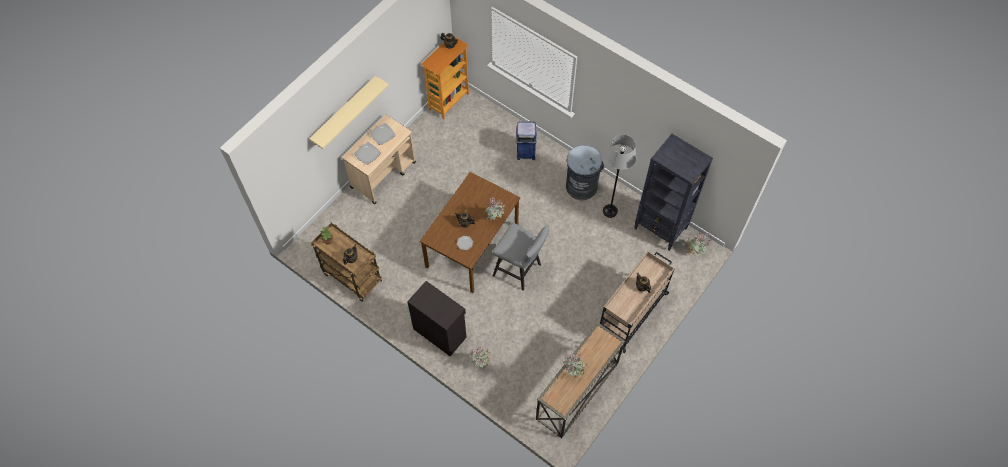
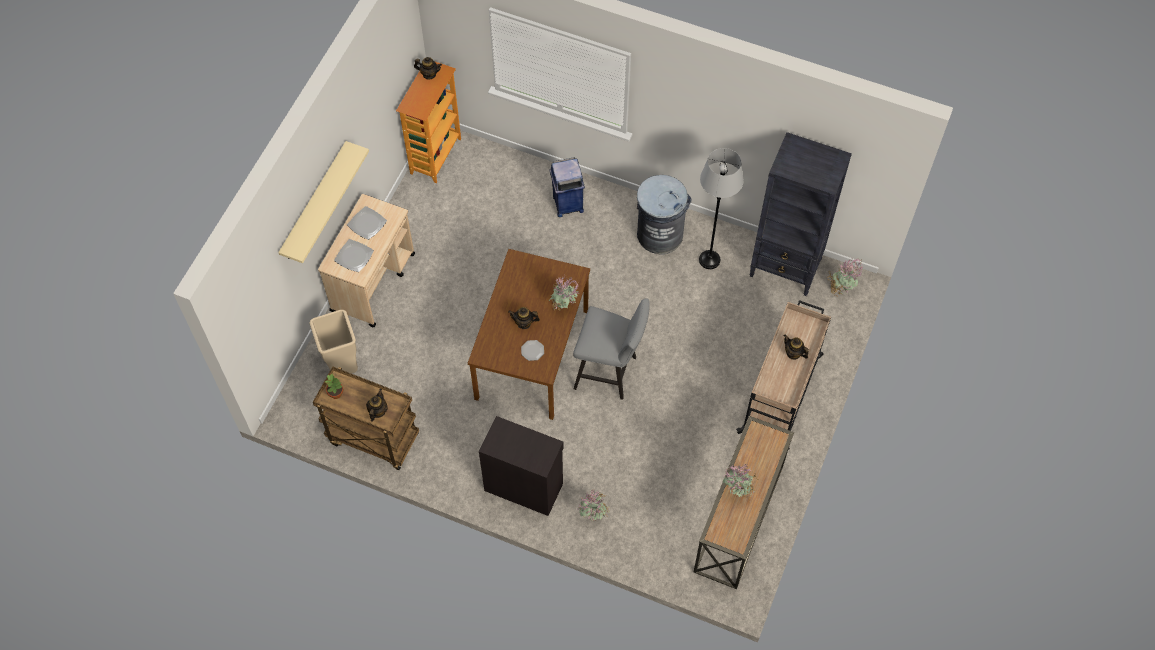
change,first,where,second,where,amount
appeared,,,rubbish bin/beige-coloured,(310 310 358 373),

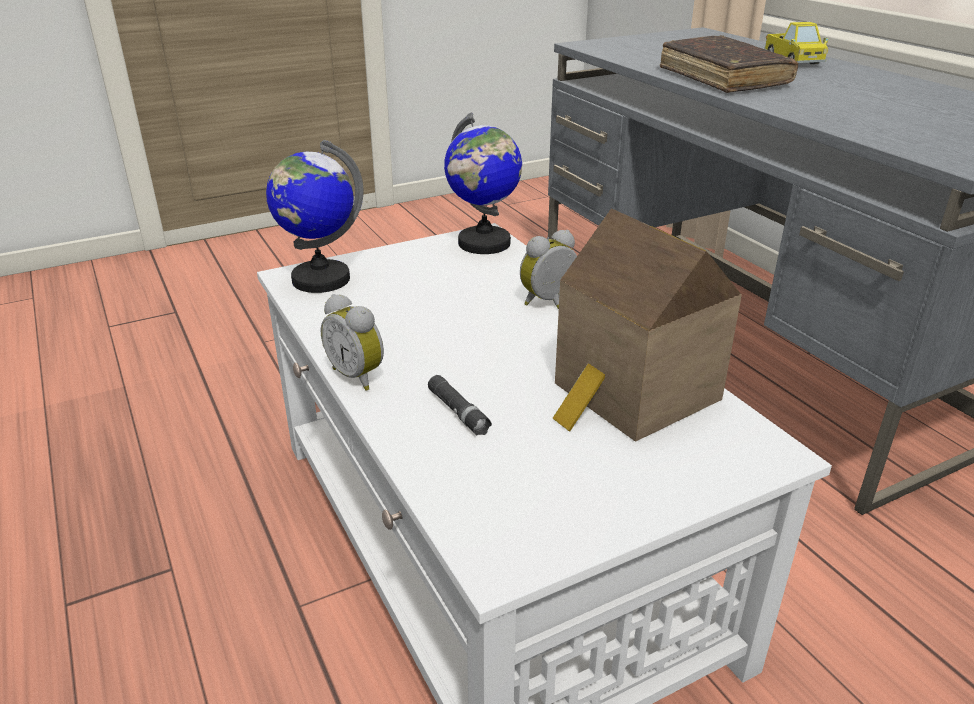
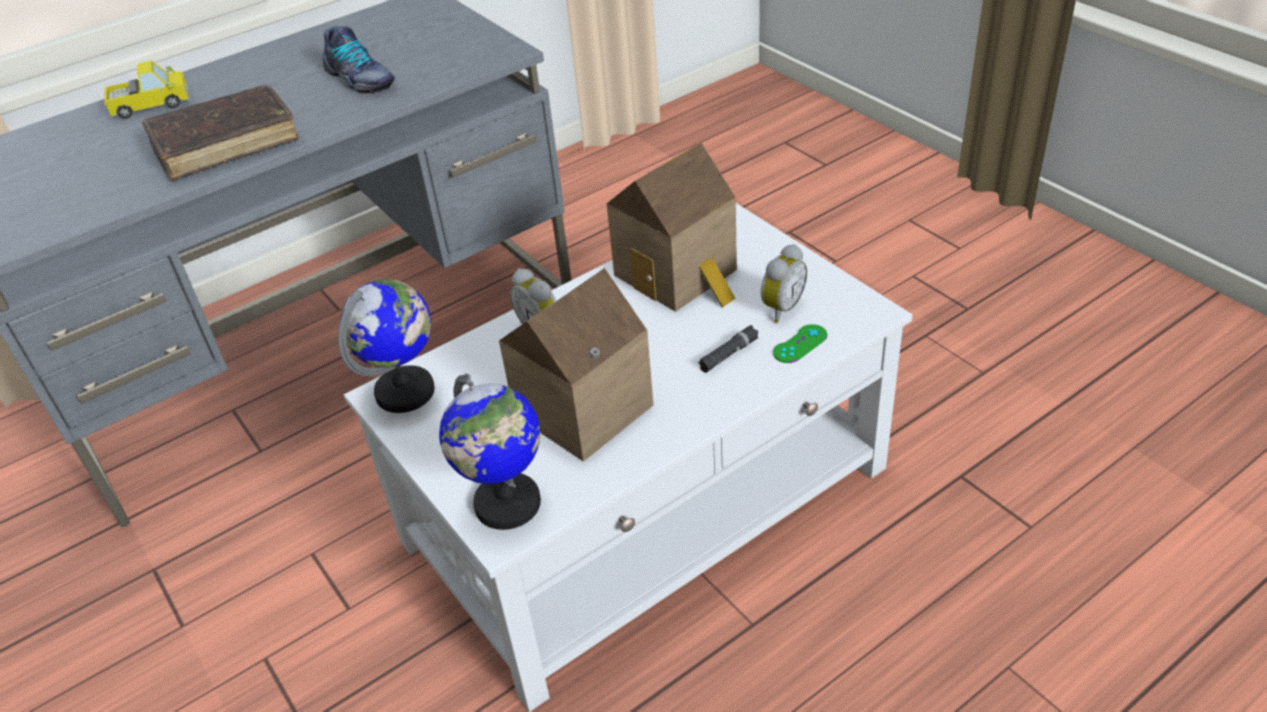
change,first,where,second,where,amount
relocated,table clock,(320 294 384 391),,(761 244 807 323),
appeared,,,item of footwear,(322 25 395 93),
appeared,,,model house,(499 268 654 462),
appeared,,,game controller/green-coloured,(773 324 827 363),

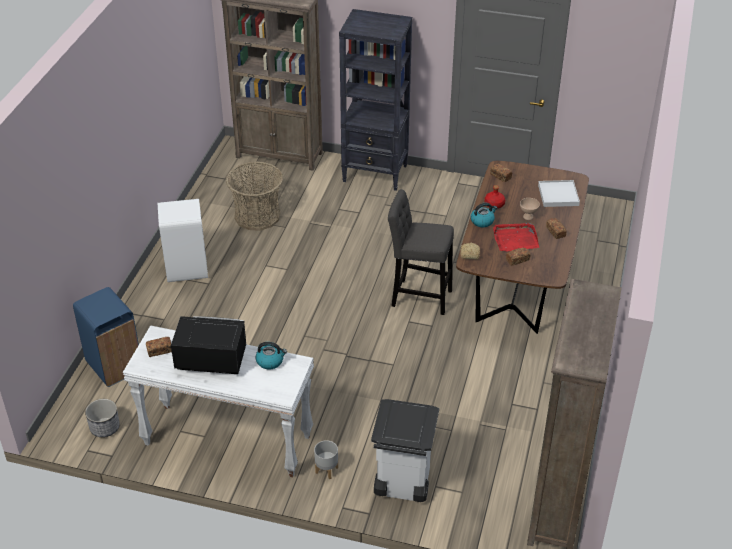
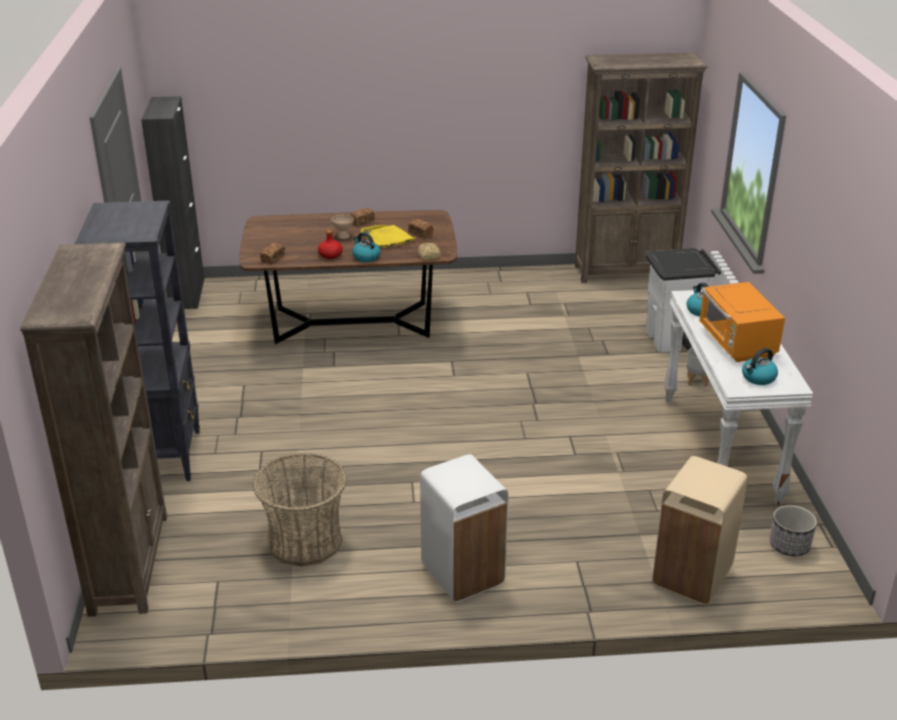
change,first,where,second,where,amount
missing,serving tray/white,(538 180 580 207),,,
missing,stool/grey,(388 189 454 315),,,
colour,serving tray/reddish,(493 223 539 252),serving tray/yellow,(360 224 416 248),
colour,rubbish bin/blue,(73 287 139 387),rubbish bin/beige-coloured,(652 456 748 605),
colour,microwave/black-coloured,(171 316 246 374),microwave/orangey,(699 282 785 362),
exchanged,bread,(146 337 172 357),kettle,(742 348 778 385),
appeared,,,storage cabinet/black-coloured,(141 96 204 309),

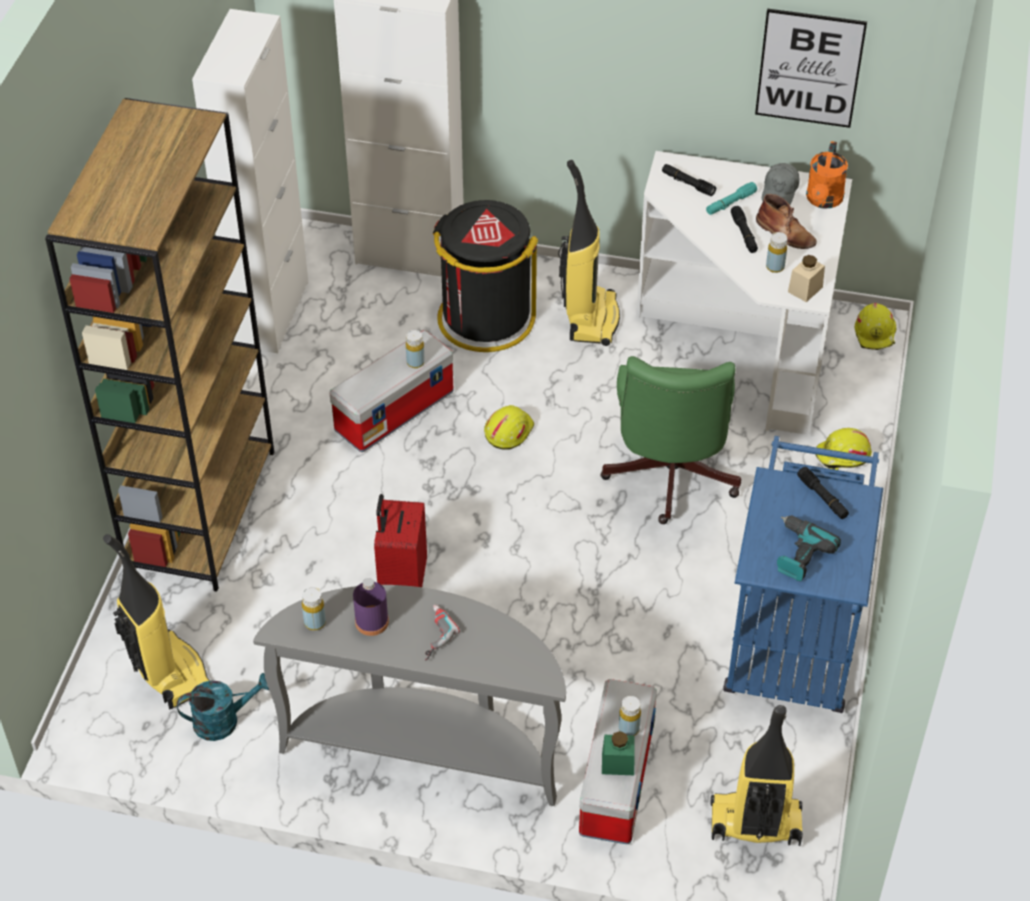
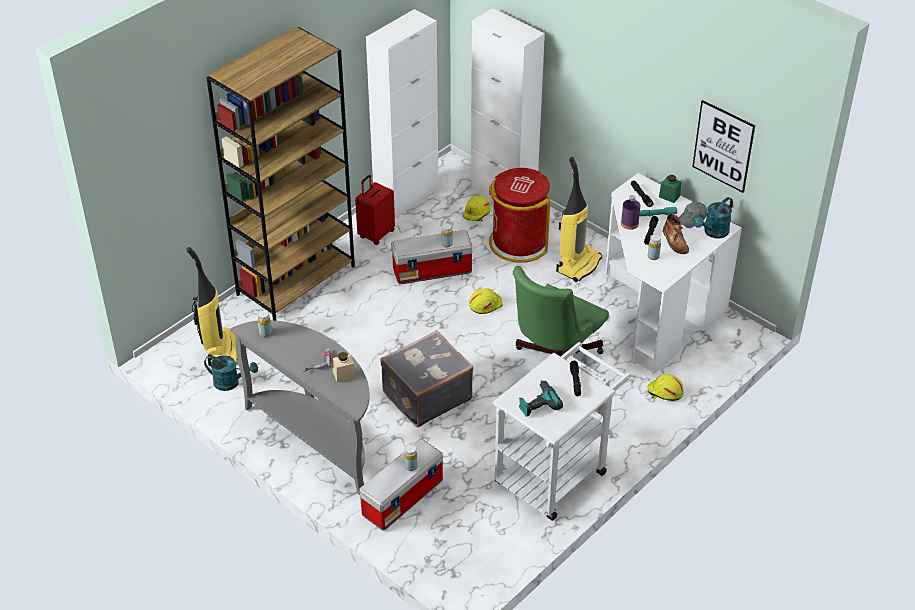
change,first,where,second,where,amount
colour,watering pot/orangey,(806 141 848 209),watering pot/turquoise,(694 197 733 238),
colour,rubbish bin/black-coloured,(433 200 538 352),rubbish bin/reddish,(489 168 550 263),
relocated,jar/beige-coloured,(788 255 825 302),,(333 352 356 383),
relocated,safety helmet/yellow,(855 303 896 350),,(462 195 491 221),
colour,cart/blue,(723 436 883 713),cart/white,(492 342 631 521),
relocated,suitcase/reddish,(374 494 427 587),,(355 175 395 245),
relocated,beverage bottle/purple,(353 578 389 636),,(621 195 640 230),
missing,vacuum cleaner,(711 705 803 846),,,
relocated,jar/green-coloured,(602 731 635 775),,(659 175 681 203),
appeared,,,suitcase/grey,(380 330 474 427),

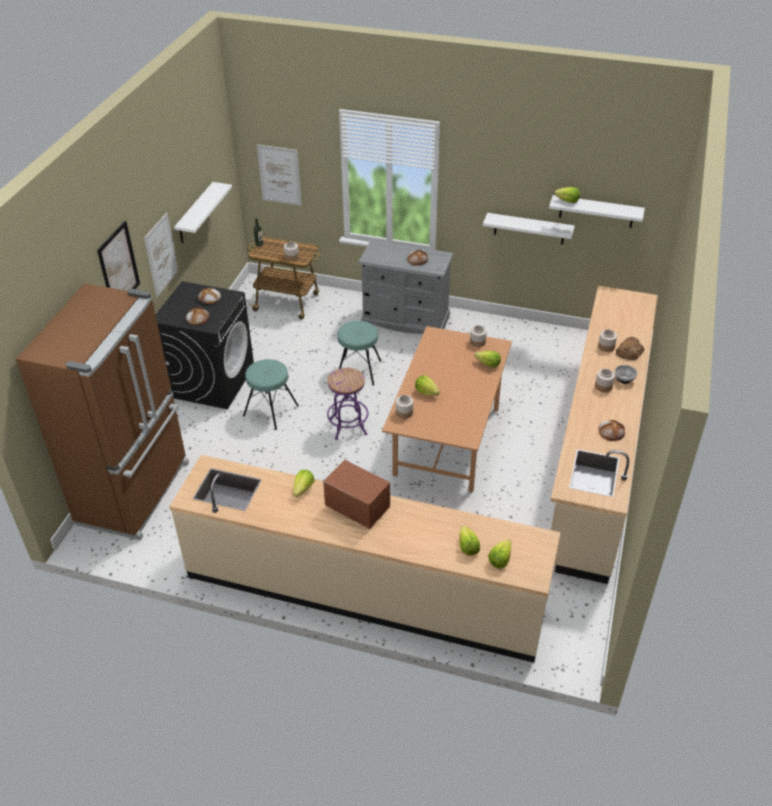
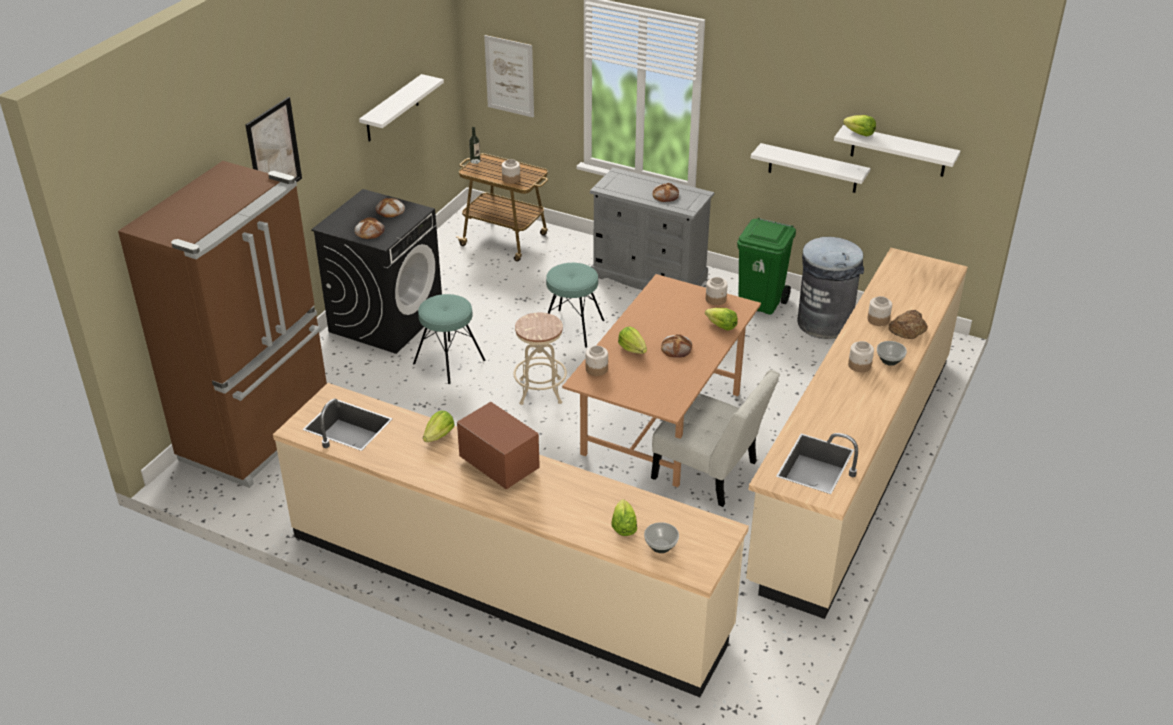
change,first,where,second,where,amount
missing,wall picture,(144 213 178 297),,,
colour,stool/purple,(327 368 368 440),stool/beige-coloured,(514 313 567 405),
relocated,bread,(598 420 625 441),,(661 334 692 358),
exchanged,head of lettuce,(488 539 511 569),serving bowl,(644 522 679 553),
appeared,,,rubbish bin/green-coloured,(737 218 796 315),
appeared,,,rubbish bin/grey,(797 237 864 339),
appeared,,,plain chair/white,(651 370 780 507),

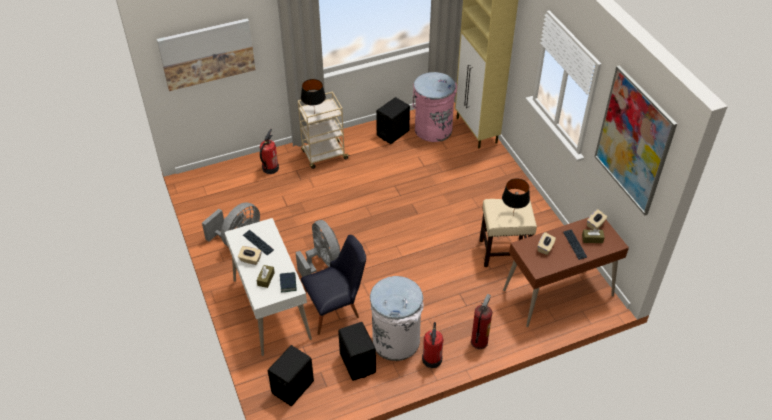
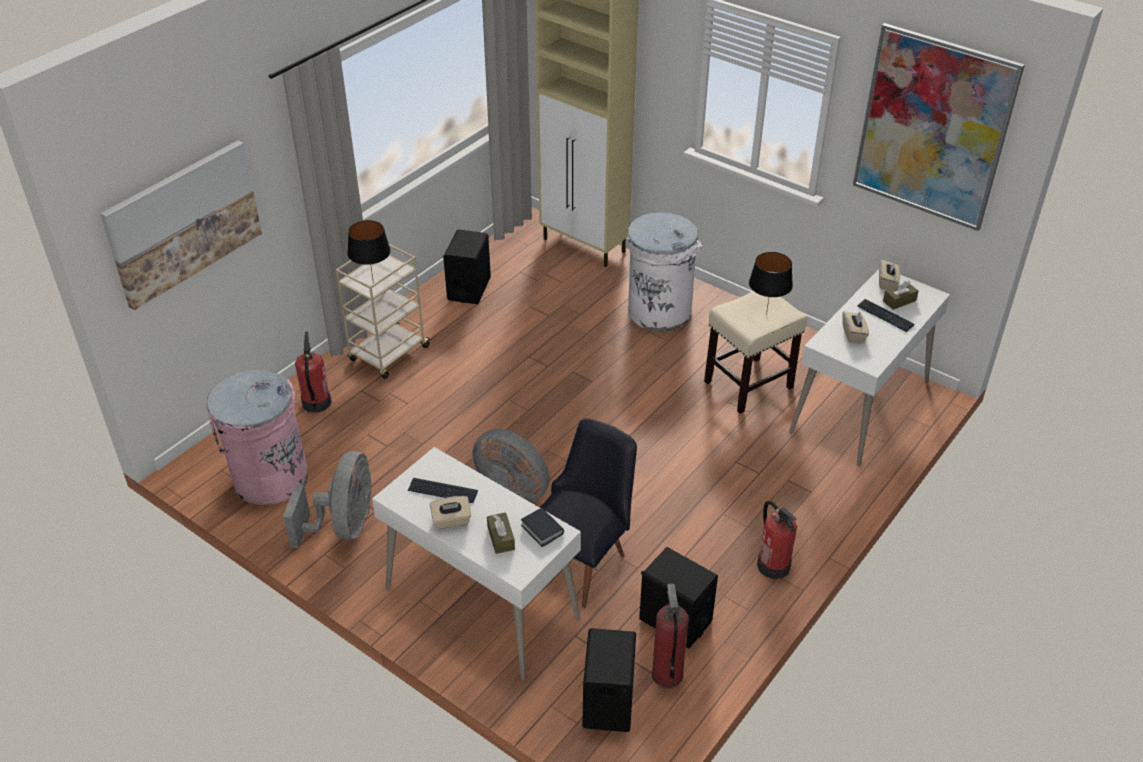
change,first,where,second,where,amount
relocated,rubbish bin/pink-coloured,(413 72 457 142),,(207 370 308 505),
colour,desk table/brownish,(503 217 629 327),desk table/white,(789 269 950 467),
relocated,rubbish bin/white,(370 276 424 361),,(627 212 703 332),
relocated,fire extinguisher,(471 294 492 349),,(652 584 689 688),

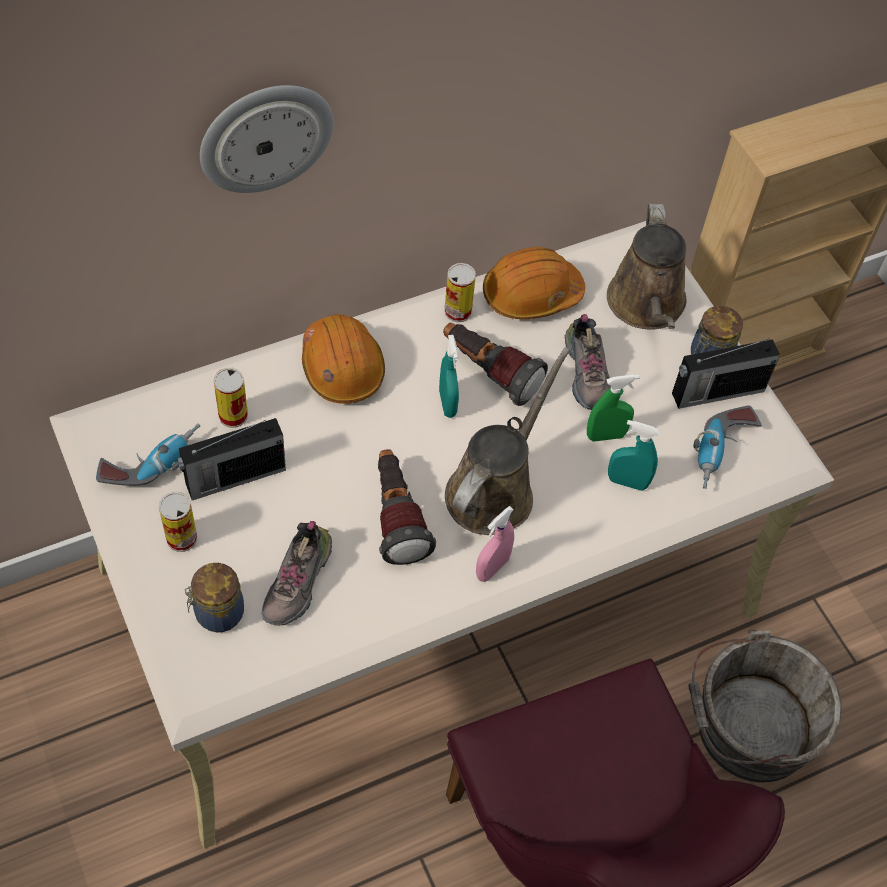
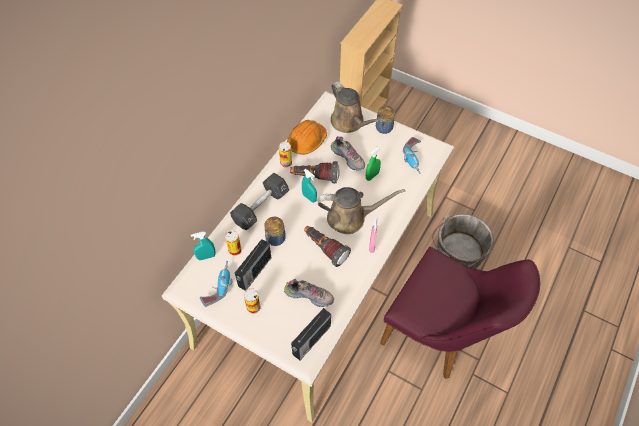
change,first,where,second,where,amount
missing,clock on the wall,(200 85 334 193),,,
exchanged,safety helmet/orangey,(302 314 385 404),hand weight/black-coloured,(230 173 289 230),
relocated,radio,(672 339 780 409),,(291 308 331 361),
spun,watering pot/brownish,(445 347 570 535),,(318 187 405 234),90 degrees clockwise
relocated,spray bottle/turquoise,(608 420 660 491),,(191 232 216 260),
spun,item of footwear,(261 521 332 625),,(284 279 334 307),60 degrees counterclockwise
relocated,jar,(185 563 244 632),,(265 217 286 246),

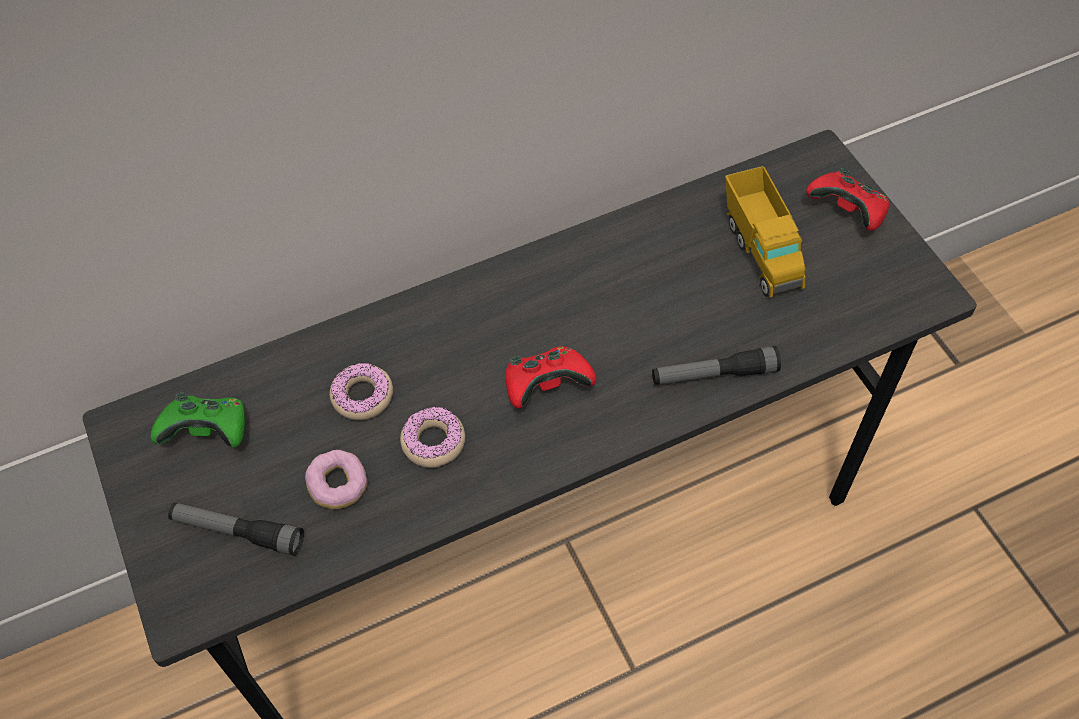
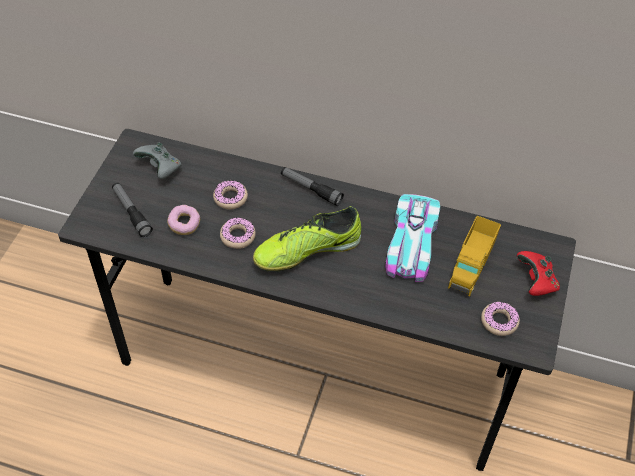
change,first,where,second,where,amount
exchanged,game controller/reddish,(506 346 596 408),item of footwear,(253 206 361 272),
relocated,hand torch,(652 346 781 385),,(281 167 344 206),
colour,game controller/green-coloured,(151 393 245 448),game controller/grey,(133 143 182 179),
appeared,,,miniature car,(385 194 440 282),
appeared,,,donut,(481 302 520 336),

